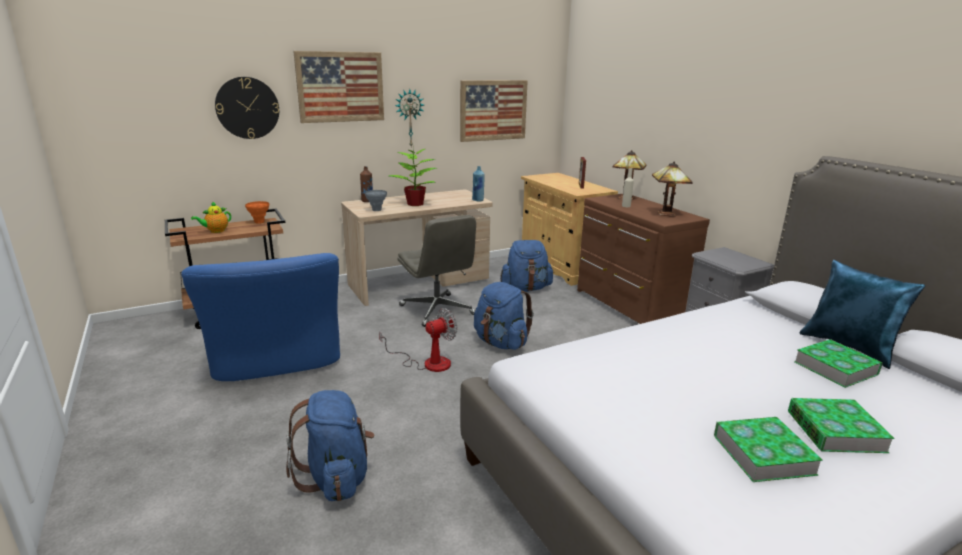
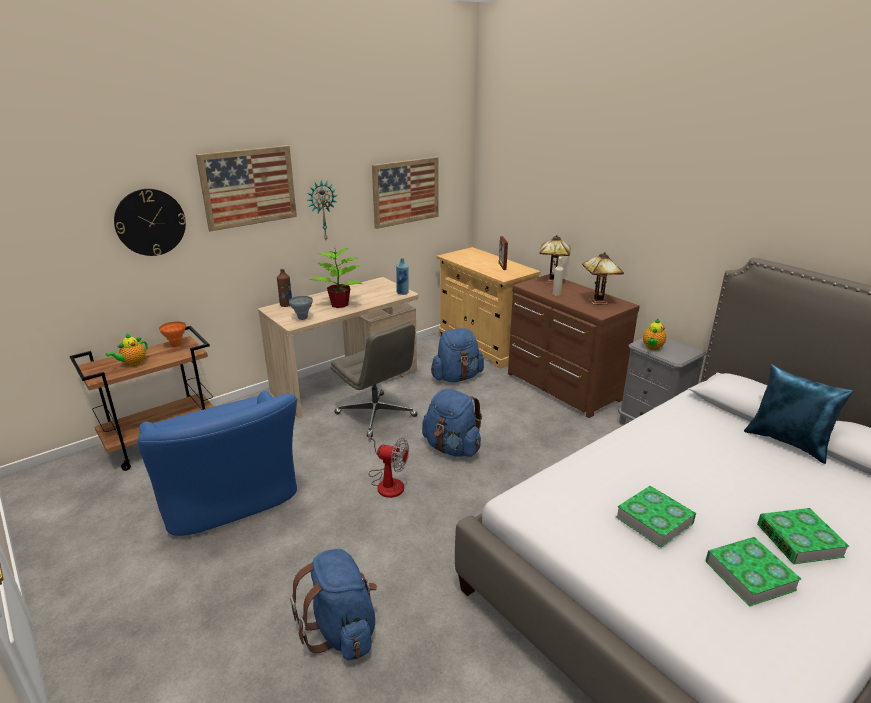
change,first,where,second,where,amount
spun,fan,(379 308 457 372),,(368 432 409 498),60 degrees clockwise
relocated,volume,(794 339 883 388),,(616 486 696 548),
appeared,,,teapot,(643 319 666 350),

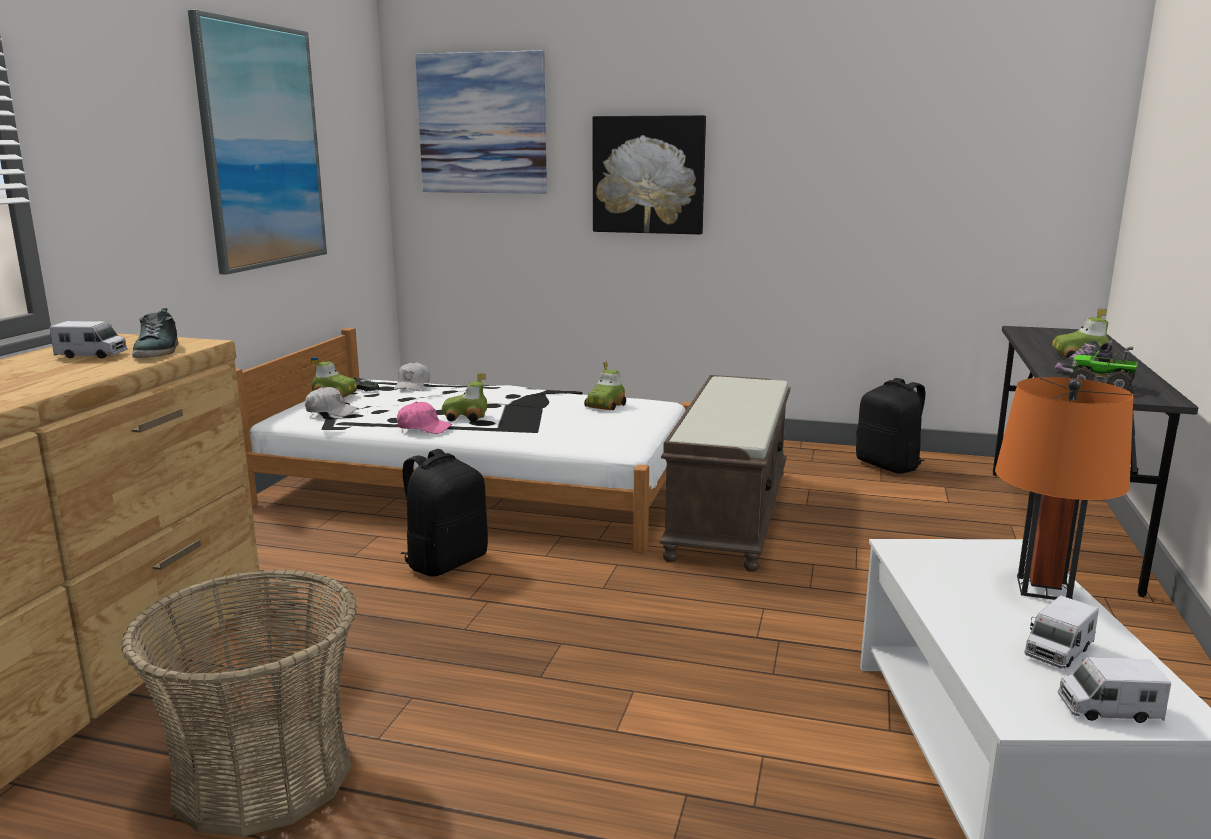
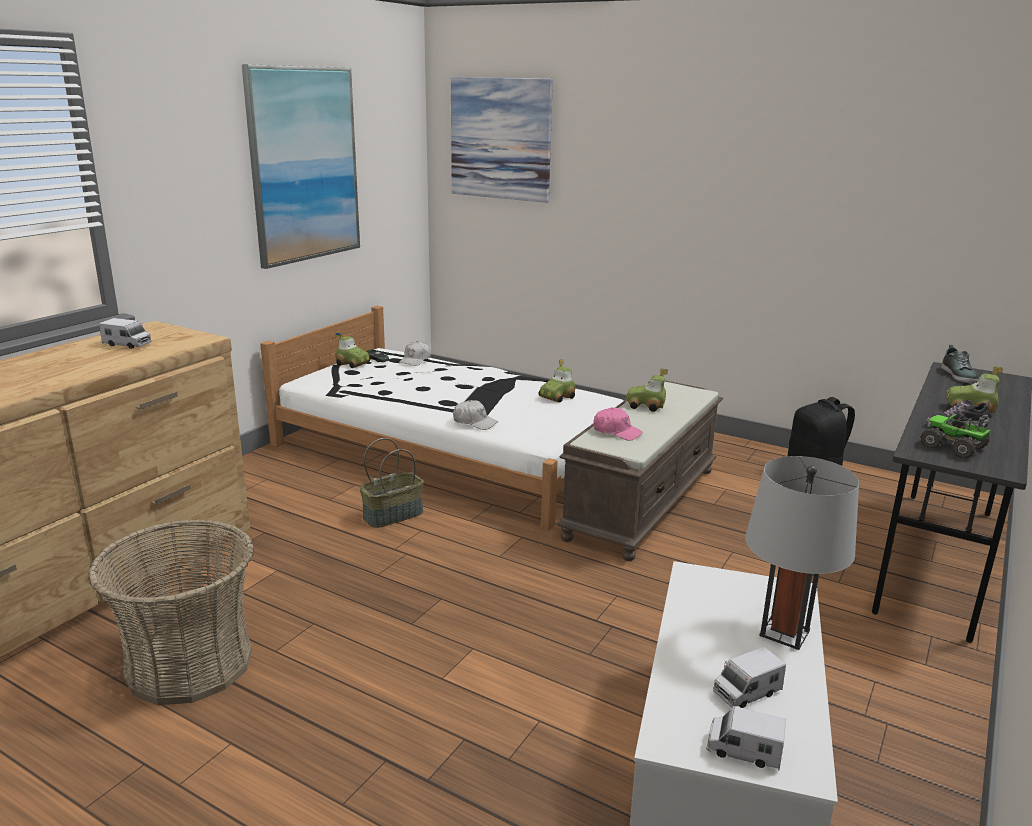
change,first,where,second,where,amount
missing,wall picture,(592 115 706 235),,,
relocated,item of footwear,(132 308 178 358),,(941 345 978 383),
relocated,miniature car,(442 373 487 422),,(626 368 668 412),
colour,lamp for a table/orangey,(995 377 1133 600),lamp for a table/grey,(745 456 859 650),
relocated,cap/white,(305 387 359 417),,(453 400 498 430),
relocated,cap/pink-coloured,(397 402 452 434),,(593 407 643 441),
exchanged,backpack/black-coloured,(401 449 488 577),household basket,(360 438 424 528),

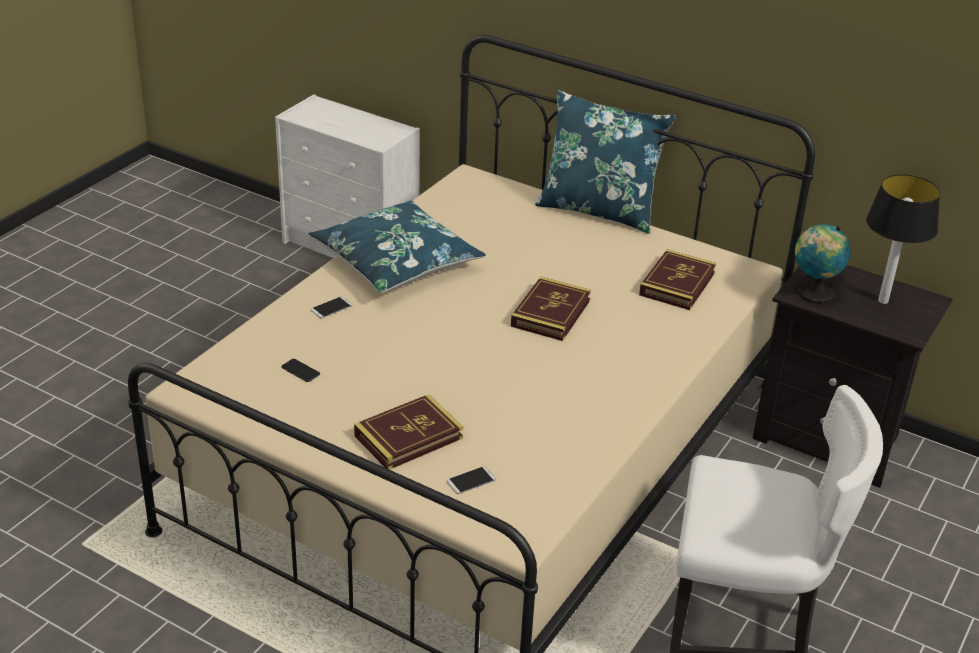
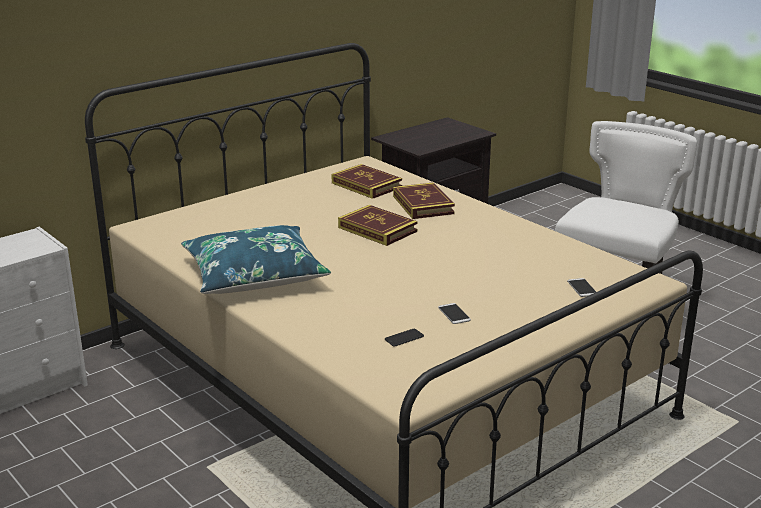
change,first,where,second,where,amount
missing,pillow/blue,(535 90 676 233),,,
missing,lamp for a table,(866 174 940 304),,,
missing,desk globe,(795 224 851 304),,,
relocated,handset,(311 296 352 318),,(438 303 471 324),
relocated,volume,(354 394 463 470),,(393 182 455 219),

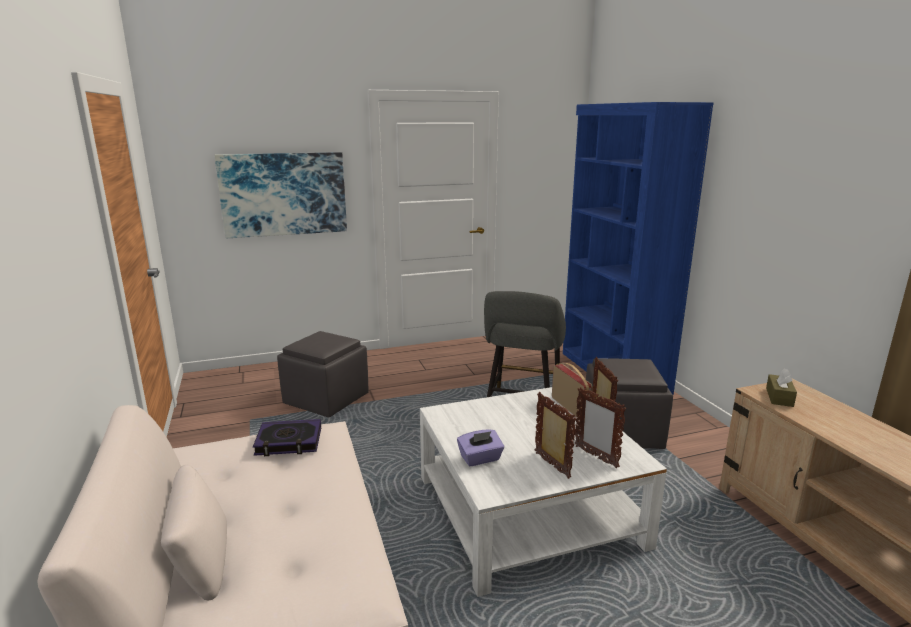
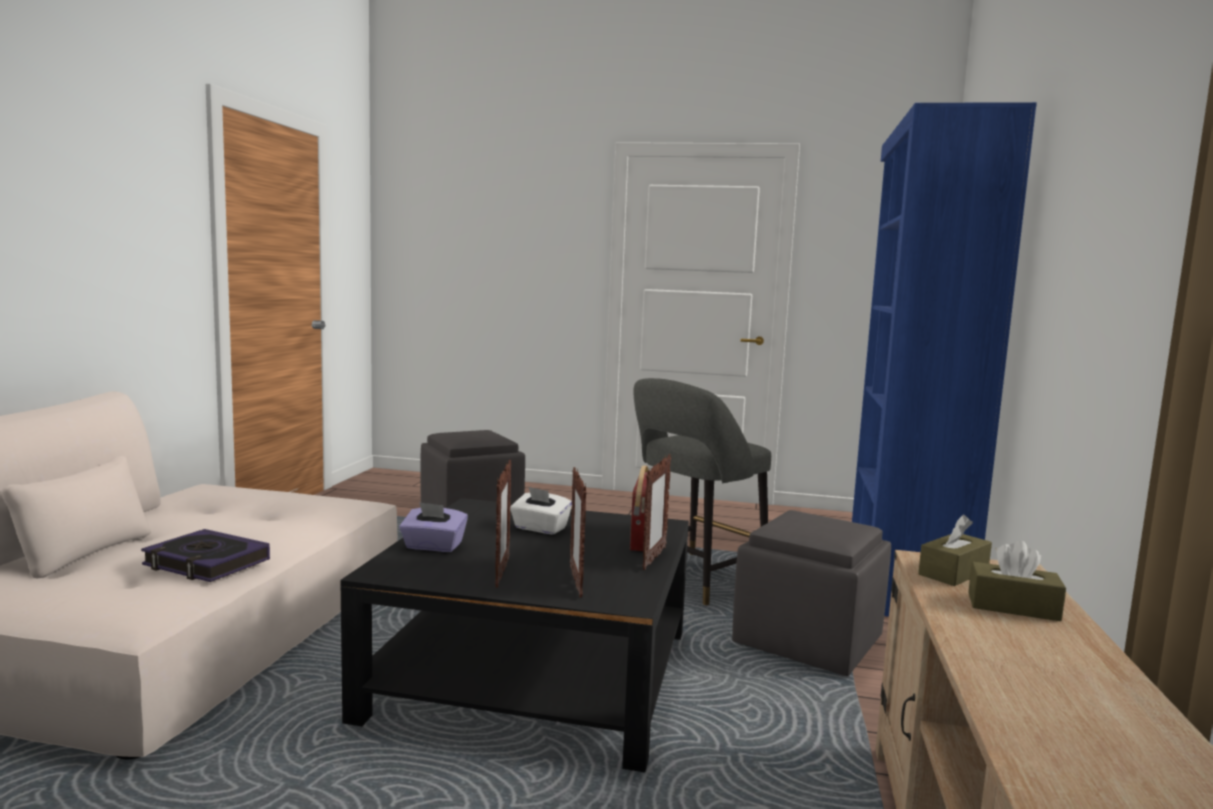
change,first,where,second,where,amount
missing,wall picture,(215 152 347 238),,,
colour,coffee table/white,(420 387 667 597),coffee table/black-coloured,(341 498 689 772),
relocated,volume,(253 419 321 456),,(141 529 270 582),
appeared,,,box of tissues/white,(510 487 572 535),
appeared,,,box of tissues/brownish,(968 541 1066 621),

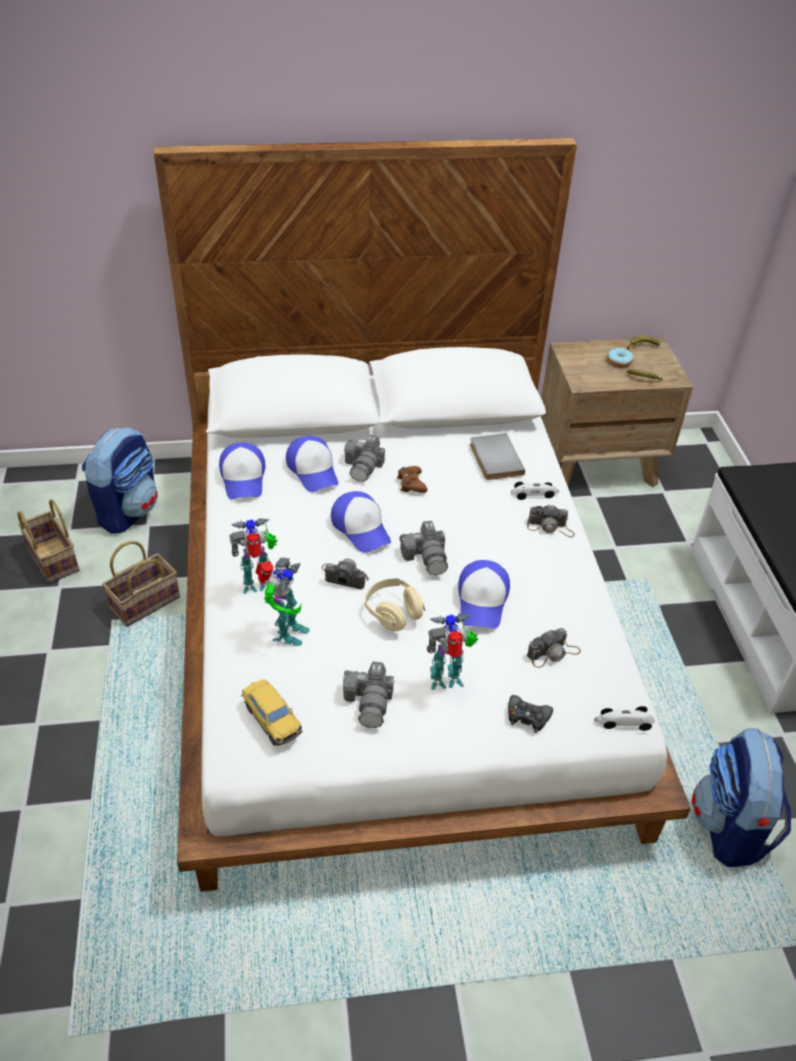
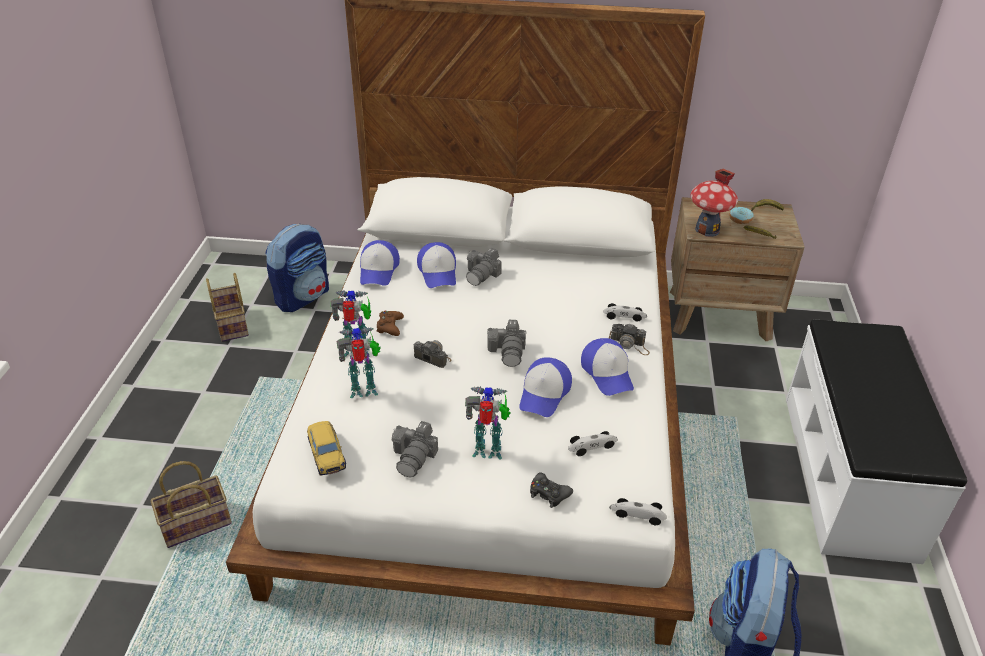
change,first,where,second,where,amount
missing,volume/grey,(470 433 525 480),,,
relocated,game controller/brownish,(397 466 427 493),,(376 311 404 336),
relocated,cap,(331 491 391 553),,(581 338 634 396),
relocated,household basket,(102 541 180 627),,(151 461 232 548),
spun,toy robot,(255 558 310 646),,(337 327 381 398),135 degrees counterclockwise
missing,headphones/beige-coloured,(365 578 425 631),,,
exchanged,photo camera,(527 628 581 668),miniature car,(568 431 618 456),
appeared,,,model house,(691 169 738 237),

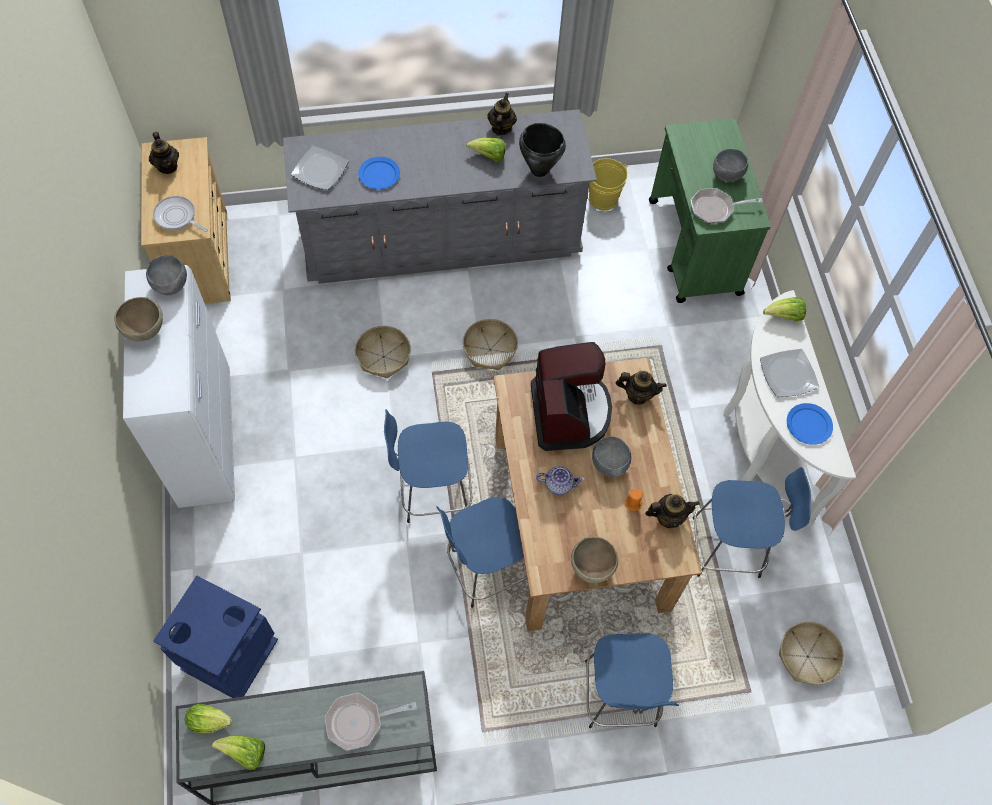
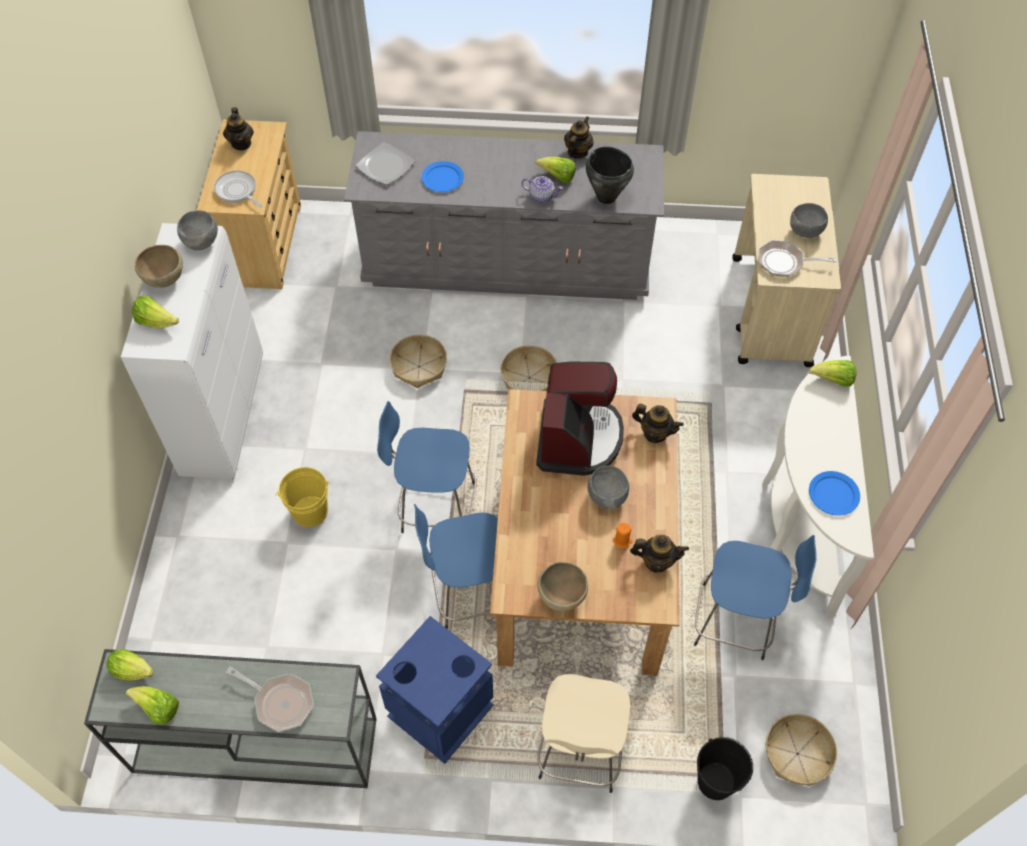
change,first,where,second,where,amount
colour,cart/green-coloured,(649 118 771 303),cart/beige-coloured,(732 174 841 367),
relocated,water bucket/yellow,(589 158 628 211),,(276 467 330 527),
missing,plate,(760 349 819 397),,,
relocated,teapot,(536 466 584 495),,(521 176 563 203),
relocated,rubbish bin/blue,(153 575 278 698),,(376 616 494 764),
colour,stool/blue,(585 634 679 729),stool/beige-coloured,(537 674 631 793),
spun,pan,(324 693 417 751),,(226 666 314 732),150 degrees counterclockwise
appeared,,,head of lettuce,(132 295 179 328),
appeared,,,water bucket/black-coloured,(697 737 753 800),

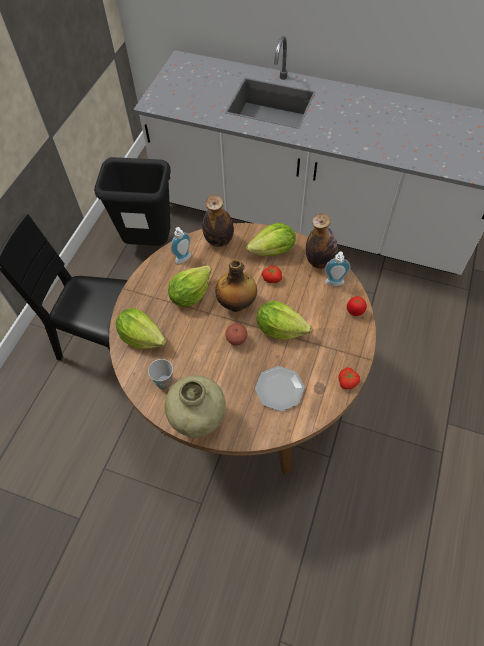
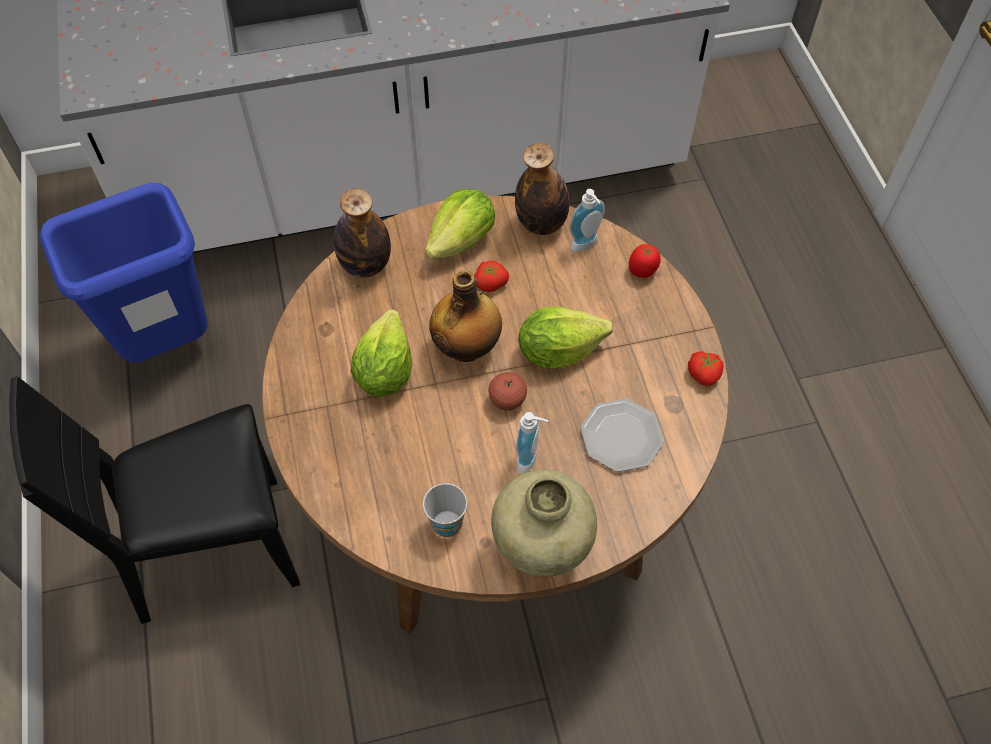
change,first,where,second,where,amount
colour,rubbish bin/black-coloured,(94 157 171 246),rubbish bin/blue,(39 183 208 363),
relocated,soap dispenser,(171 227 191 264),,(516 412 548 474),
missing,head of lettuce,(116 308 166 349),,,

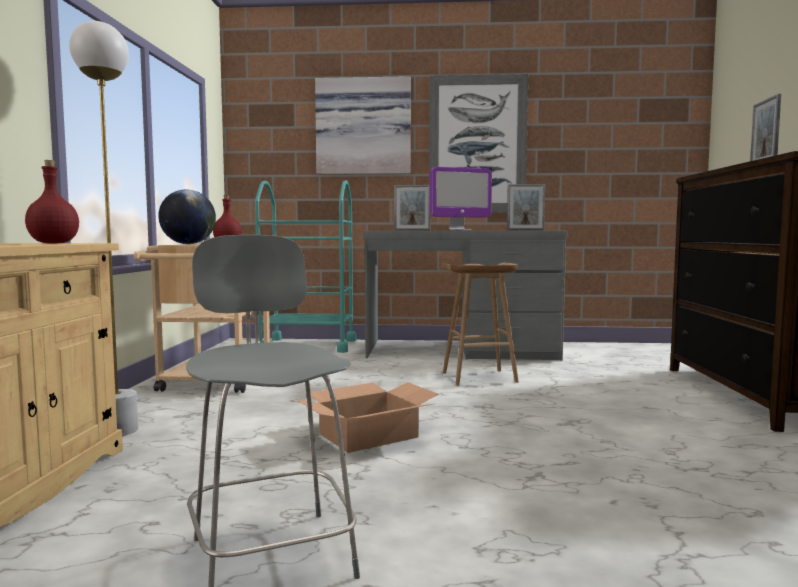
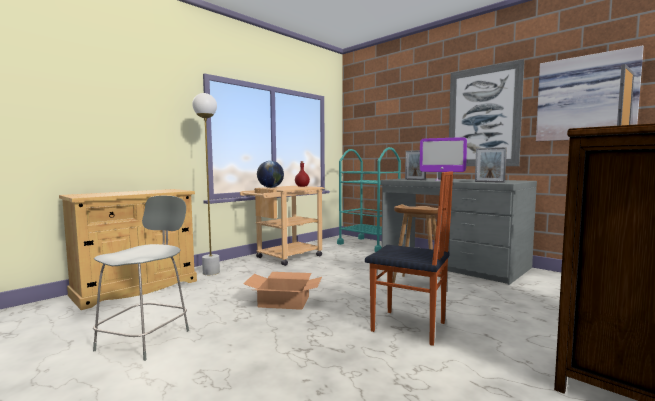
change,first,where,second,where,amount
relocated,wall picture,(315 76 411 174),,(536 45 644 141),
missing,beverage bottle/reddish,(25 160 79 243),,,
appeared,,,plain chair,(365 171 453 346),

